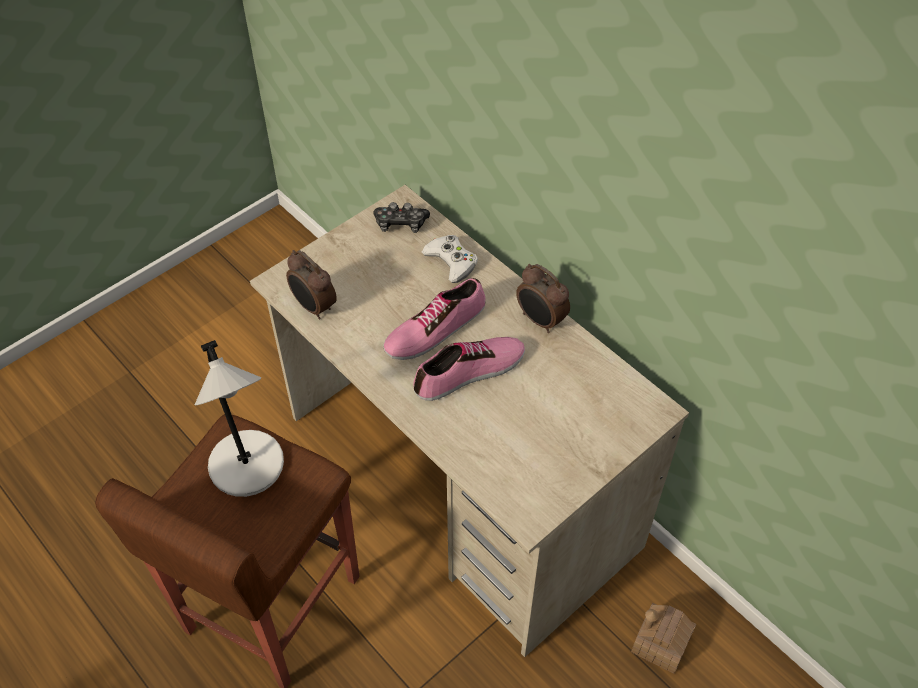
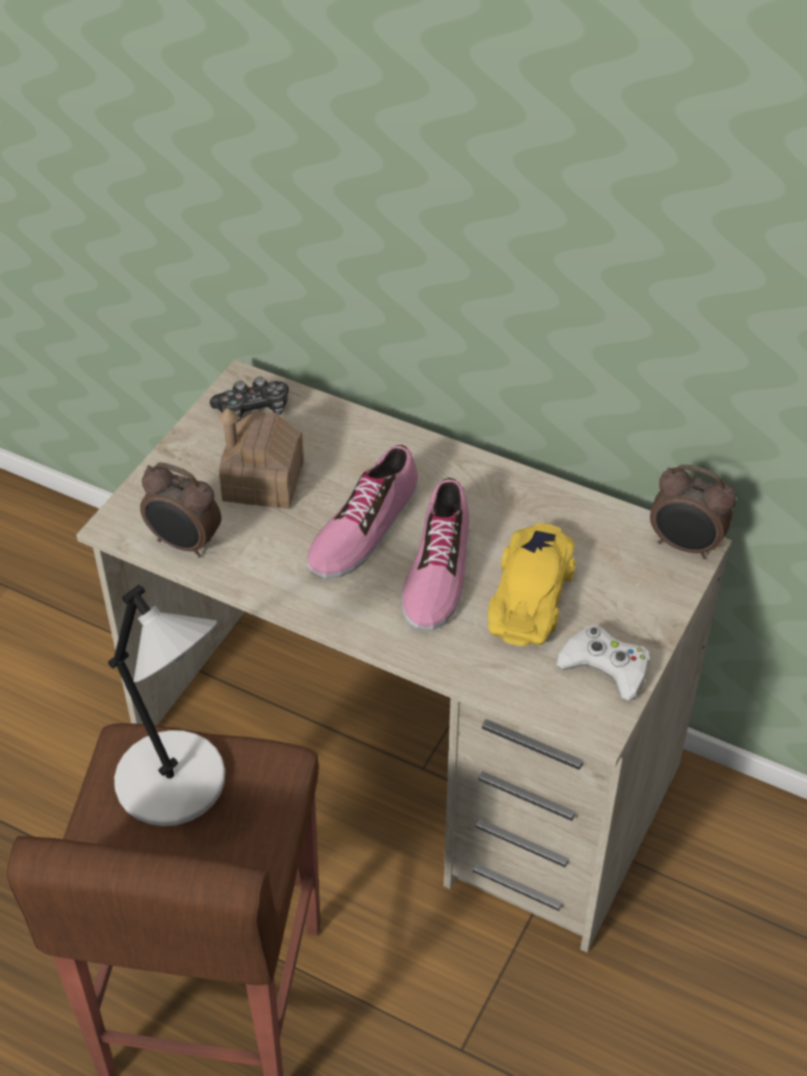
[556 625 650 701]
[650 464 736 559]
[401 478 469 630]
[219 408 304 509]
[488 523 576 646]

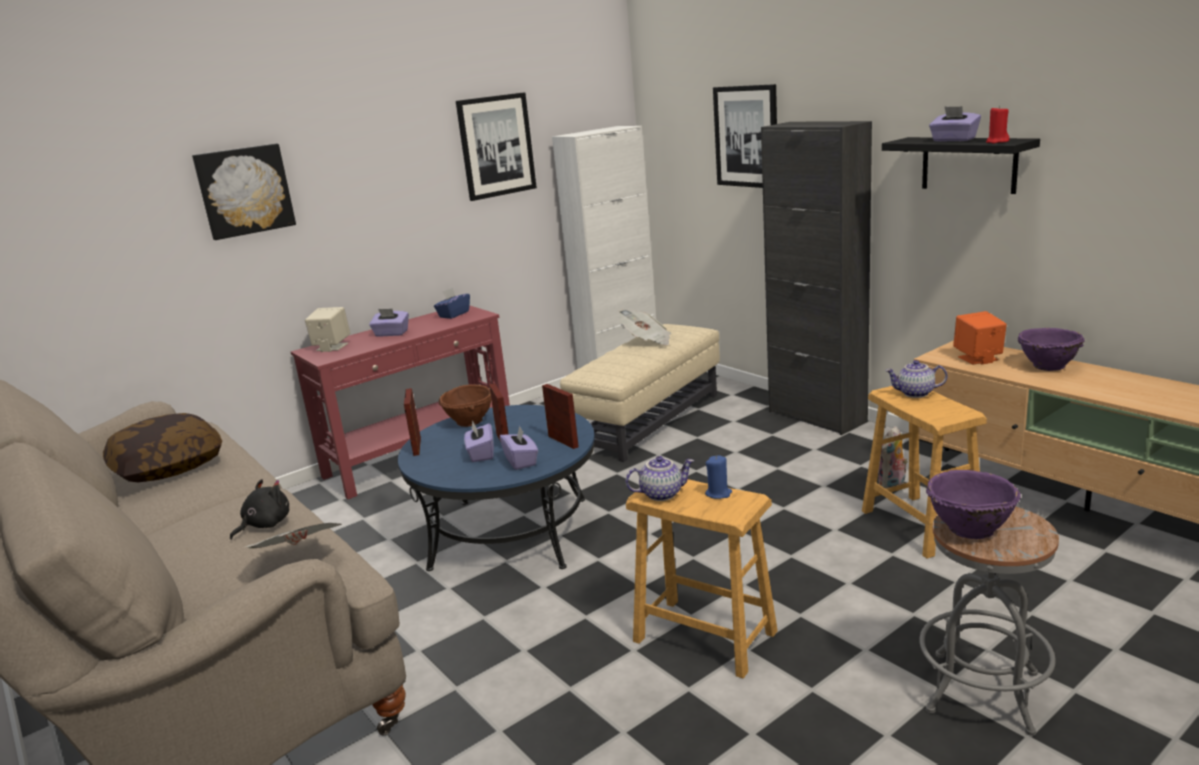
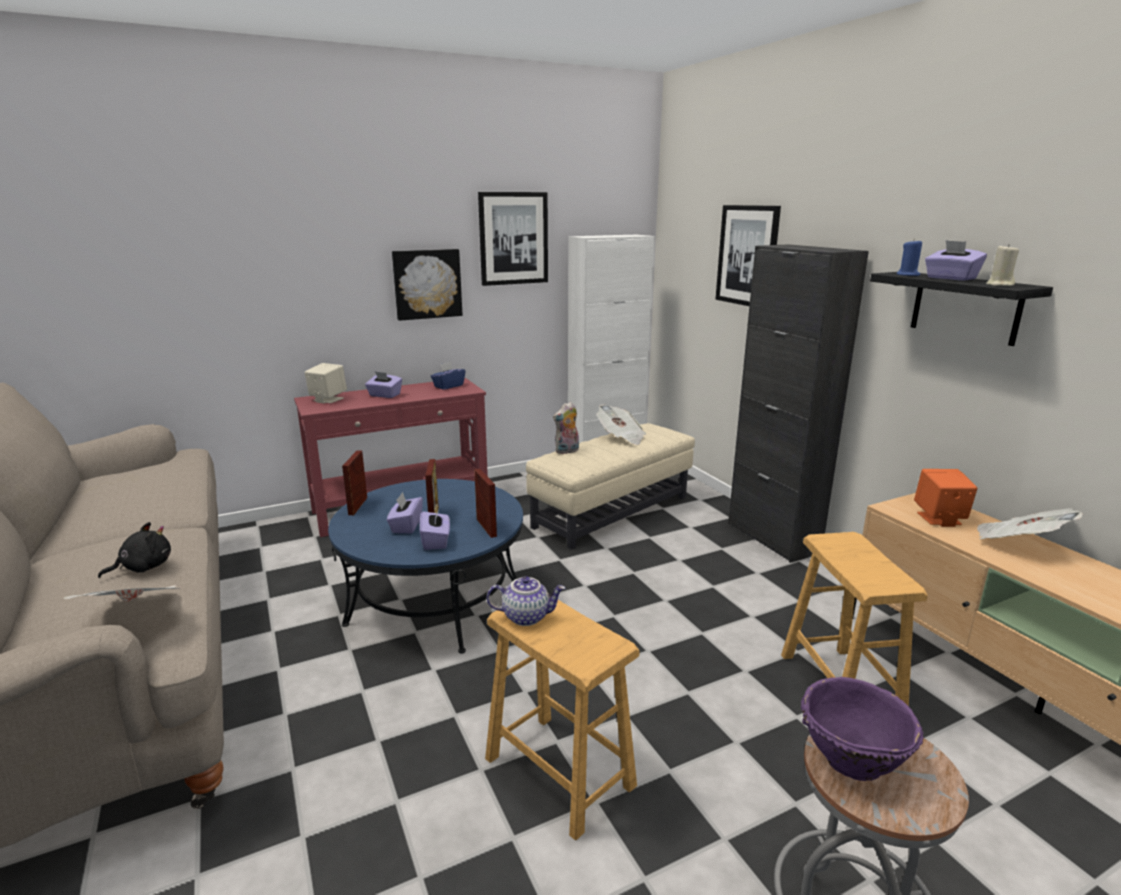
[986 245 1019 286]
[392 249 463 321]
[977 508 1083 539]
[885 360 947 398] (first image)
[439 385 491 427] (first image)
[103 413 222 482] (first image)
[553 402 579 454]
[896 239 922 276]

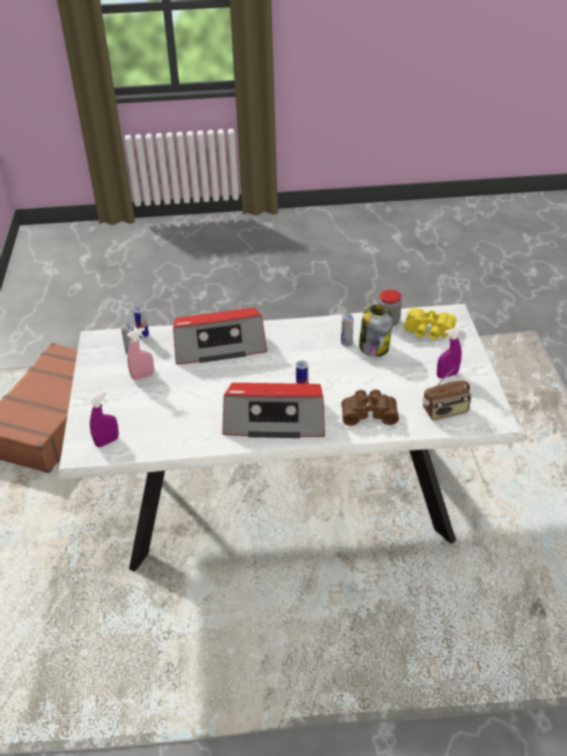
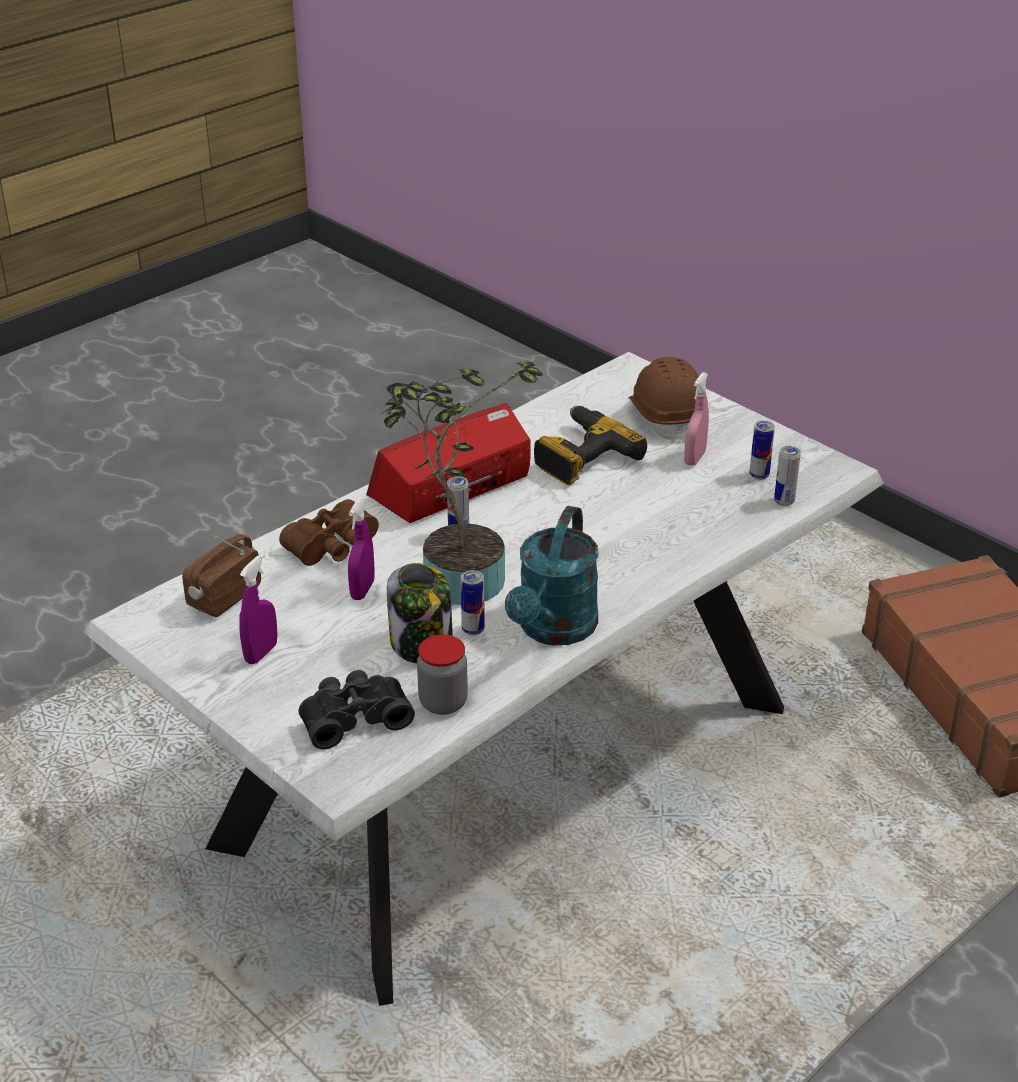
[173 308 267 365] (first image)
[299 670 415 749]
[348 498 375 600]
[628 357 708 443]
[381 362 543 605]
[534 406 647 485]
[505 506 599 645]

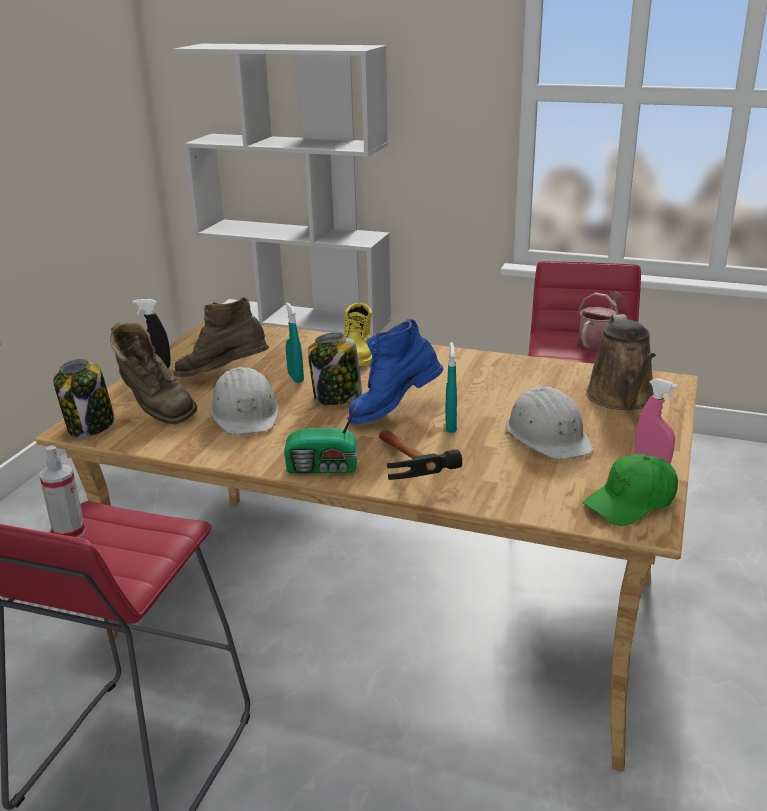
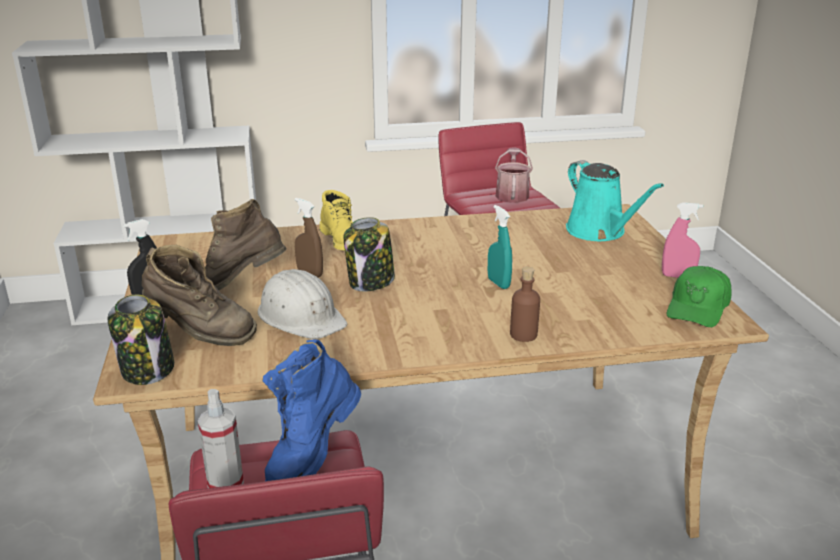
[295 198 323 277]
[566 160 664 241]
[262 339 361 481]
[506 386 594 460] (first image)
[284 399 360 474] (first image)
[510 267 540 342]

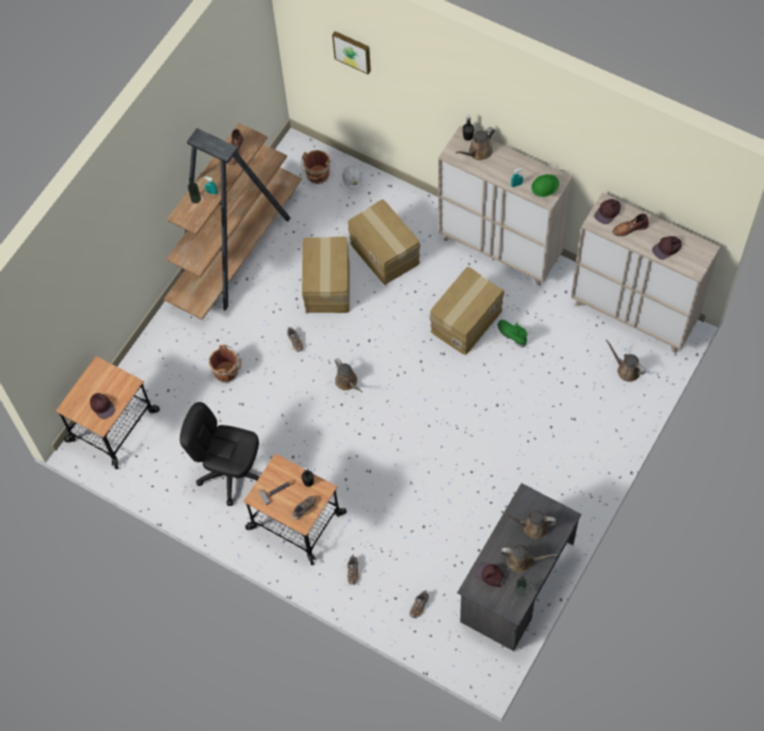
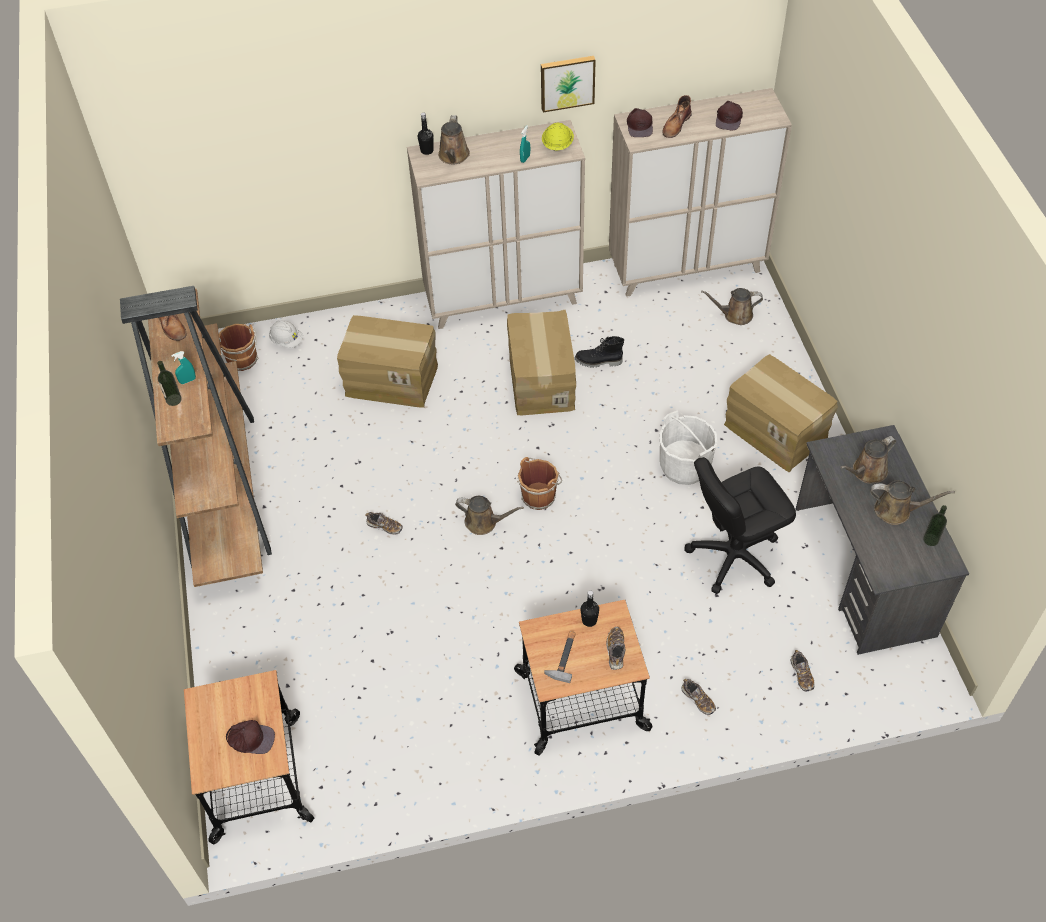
[541 56 596 112]
[542 123 574 150]
[724 354 838 473]
[575 336 624 368]
[517 457 562 510]
[684 457 796 594]
[870 481 955 525]
[475 562 505 587] (first image)
[660 410 717 485]

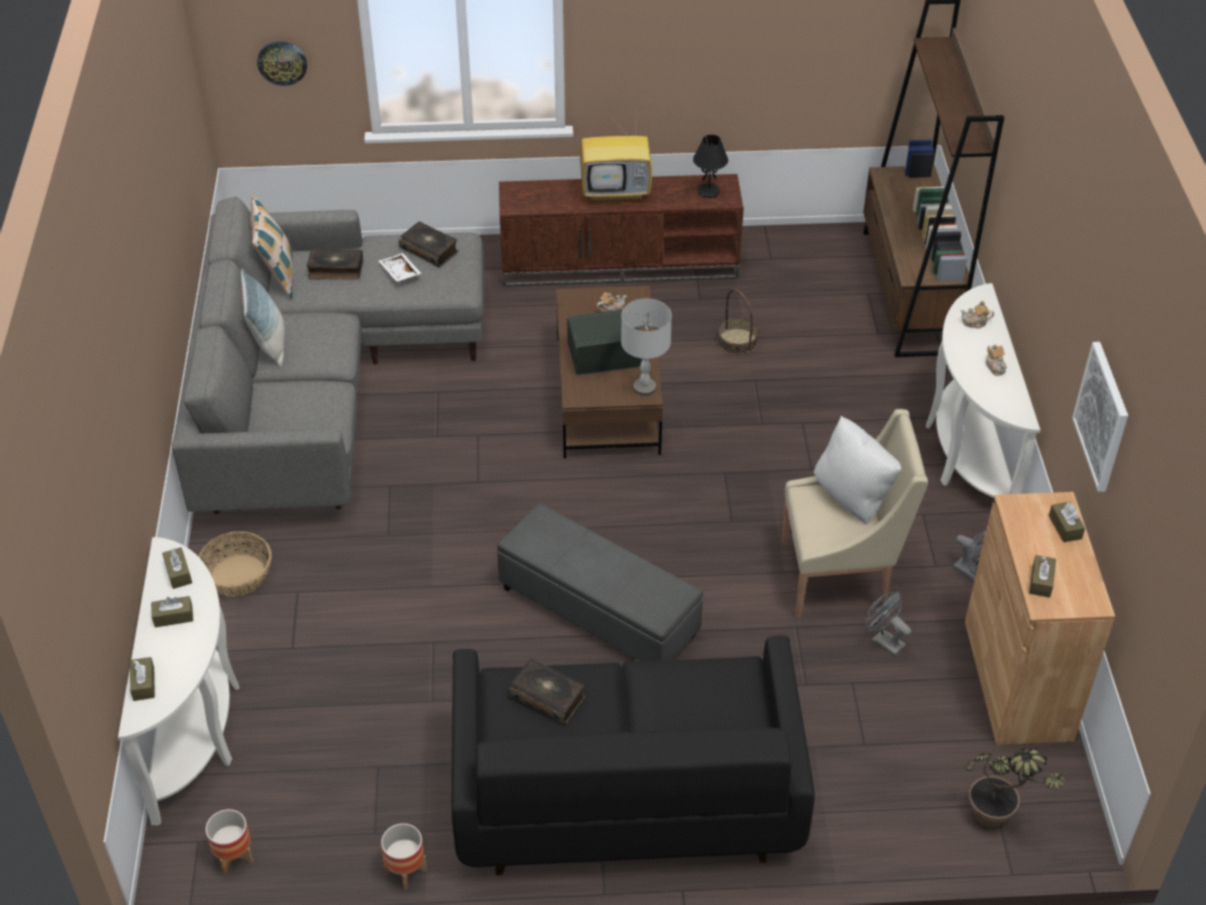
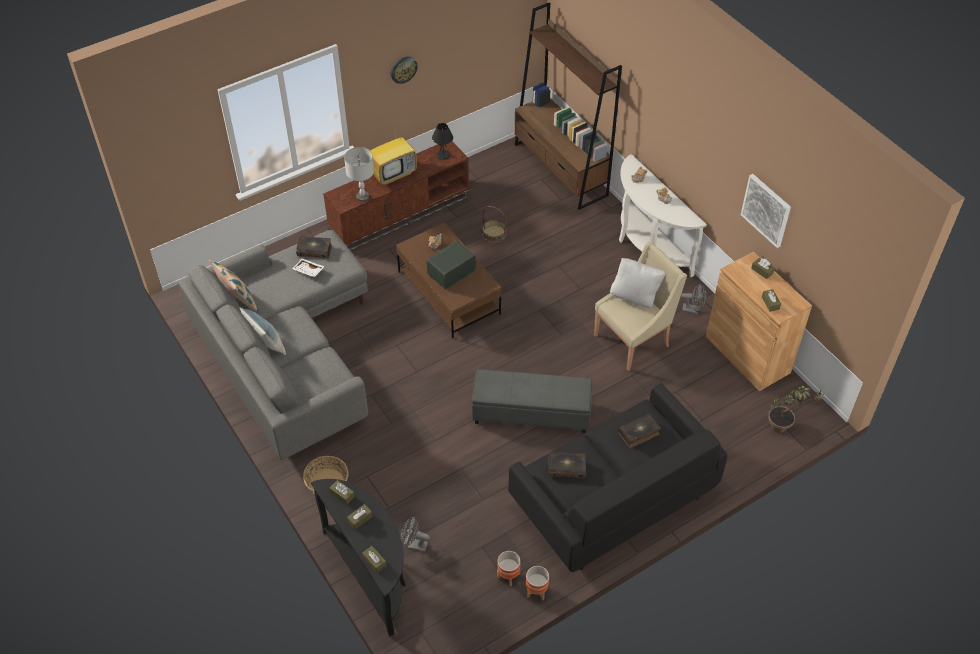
[391 57 418 84]
[618 414 661 448]
[344 147 374 202]
[311 479 406 637]
[401 516 430 552]
[497 551 520 587]

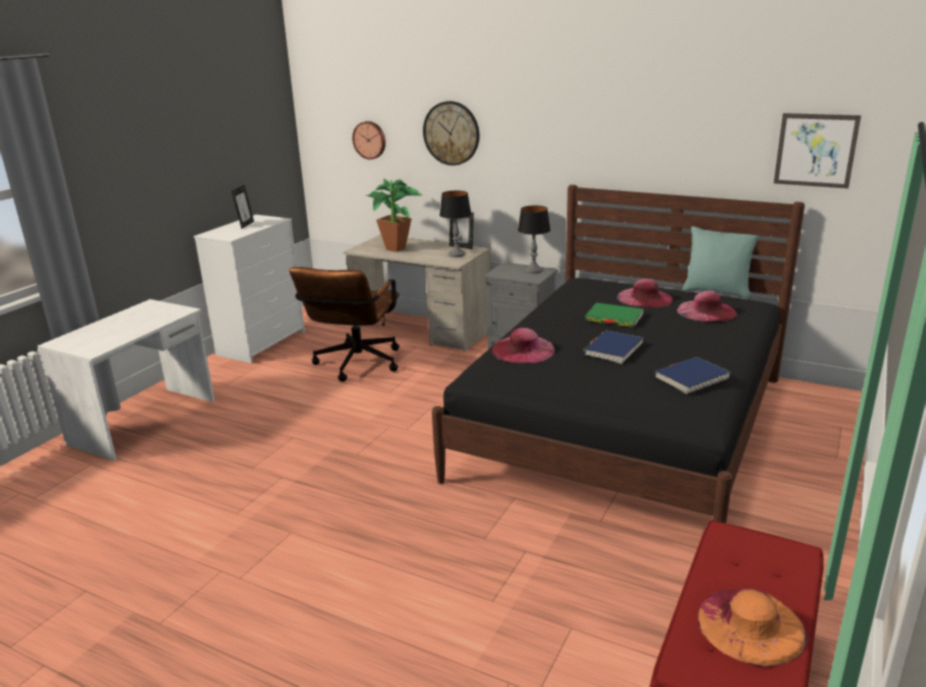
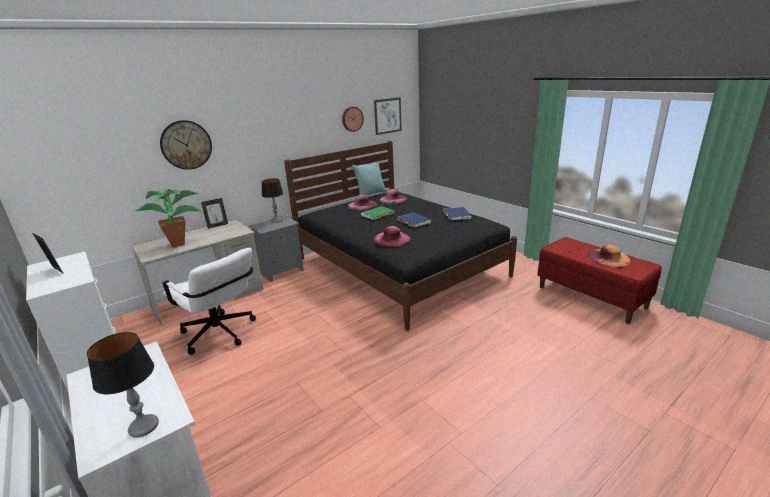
[342 107 364 132]
[87 332 159 438]
[163 248 256 355]

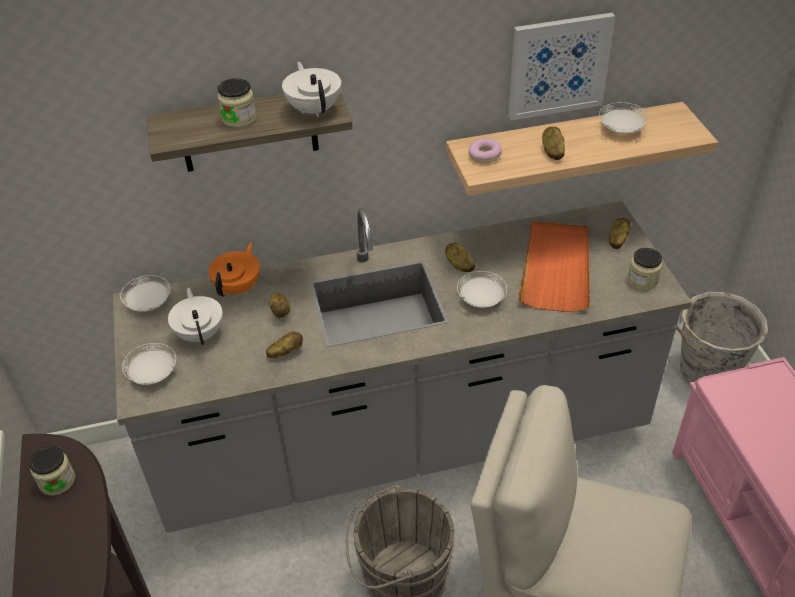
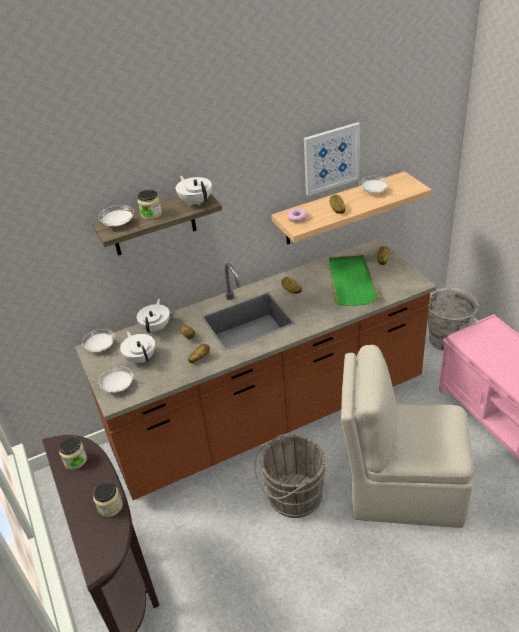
[75 239 437 500]
[329 255 379 306]
[137 299 170 333]
[93 481 123 517]
[98 205 134 226]

